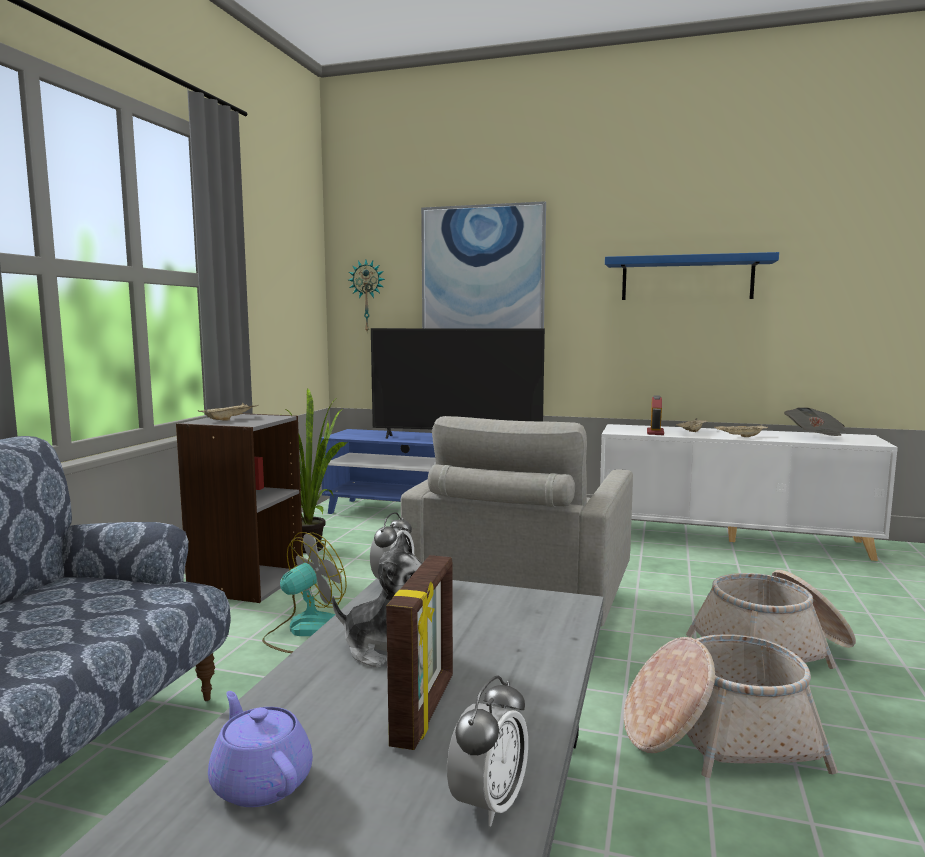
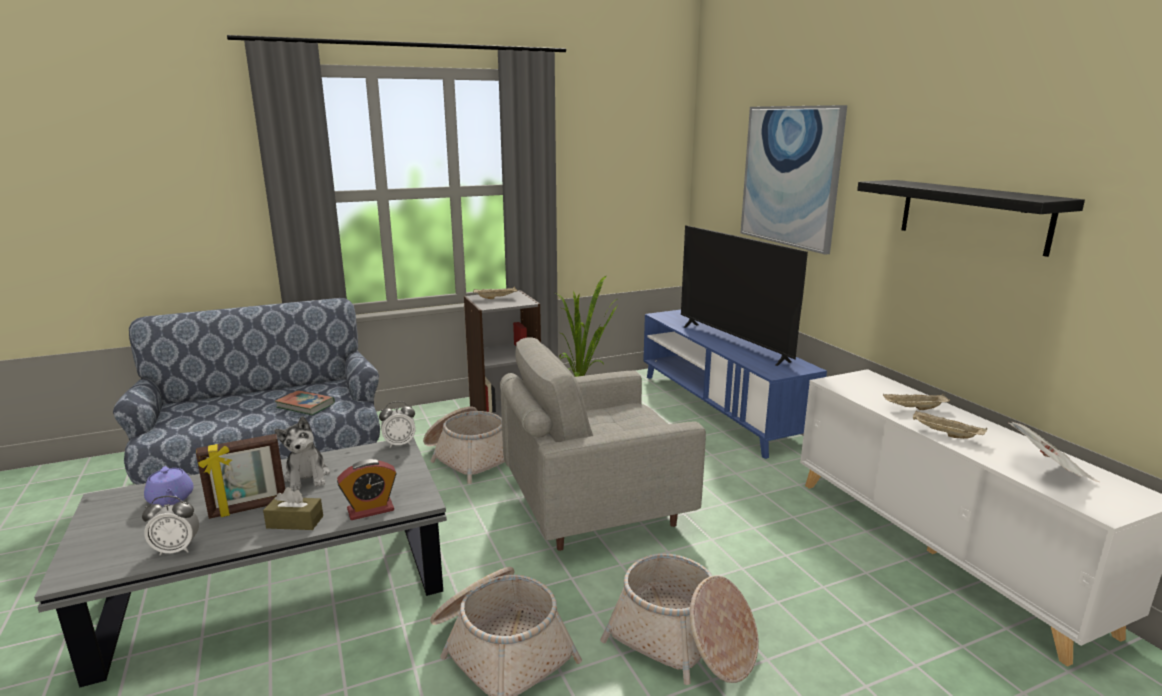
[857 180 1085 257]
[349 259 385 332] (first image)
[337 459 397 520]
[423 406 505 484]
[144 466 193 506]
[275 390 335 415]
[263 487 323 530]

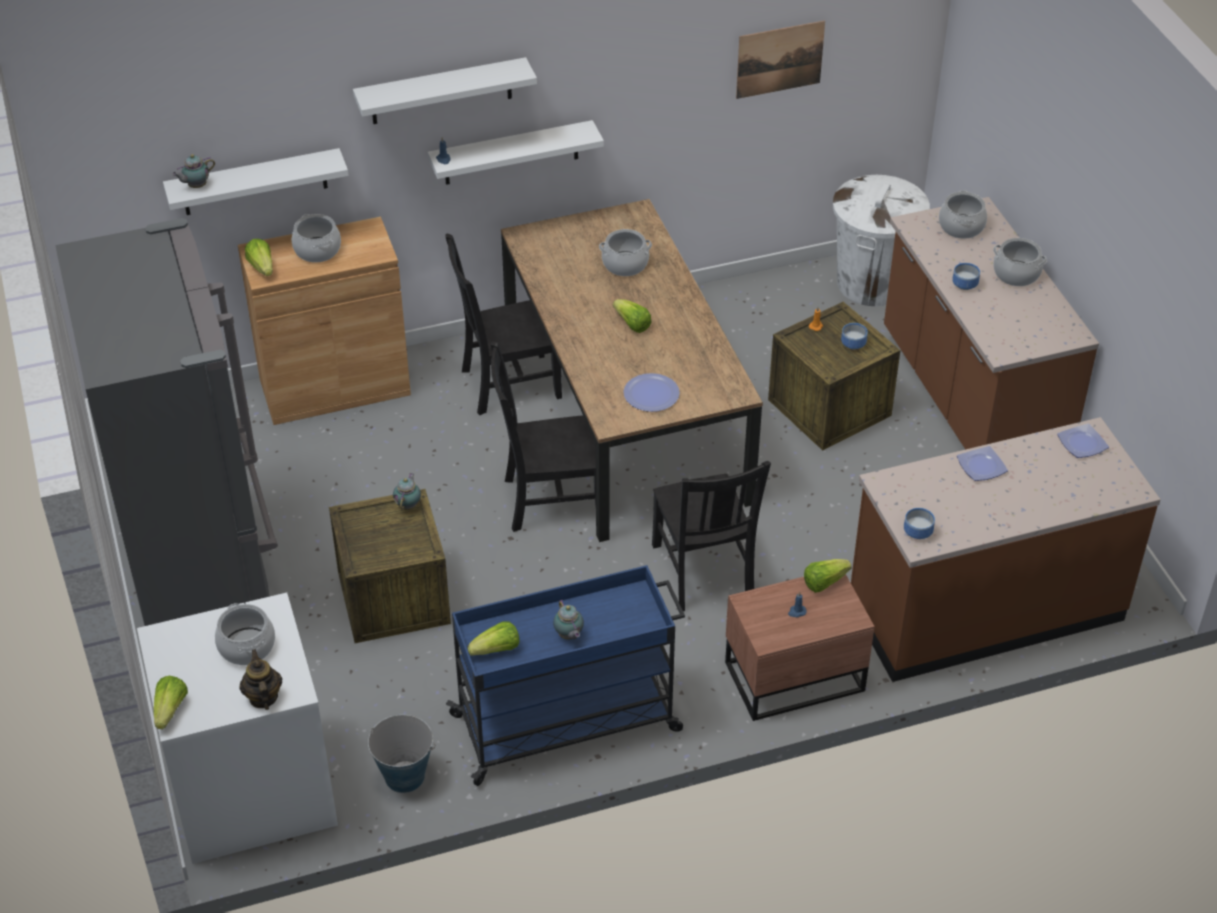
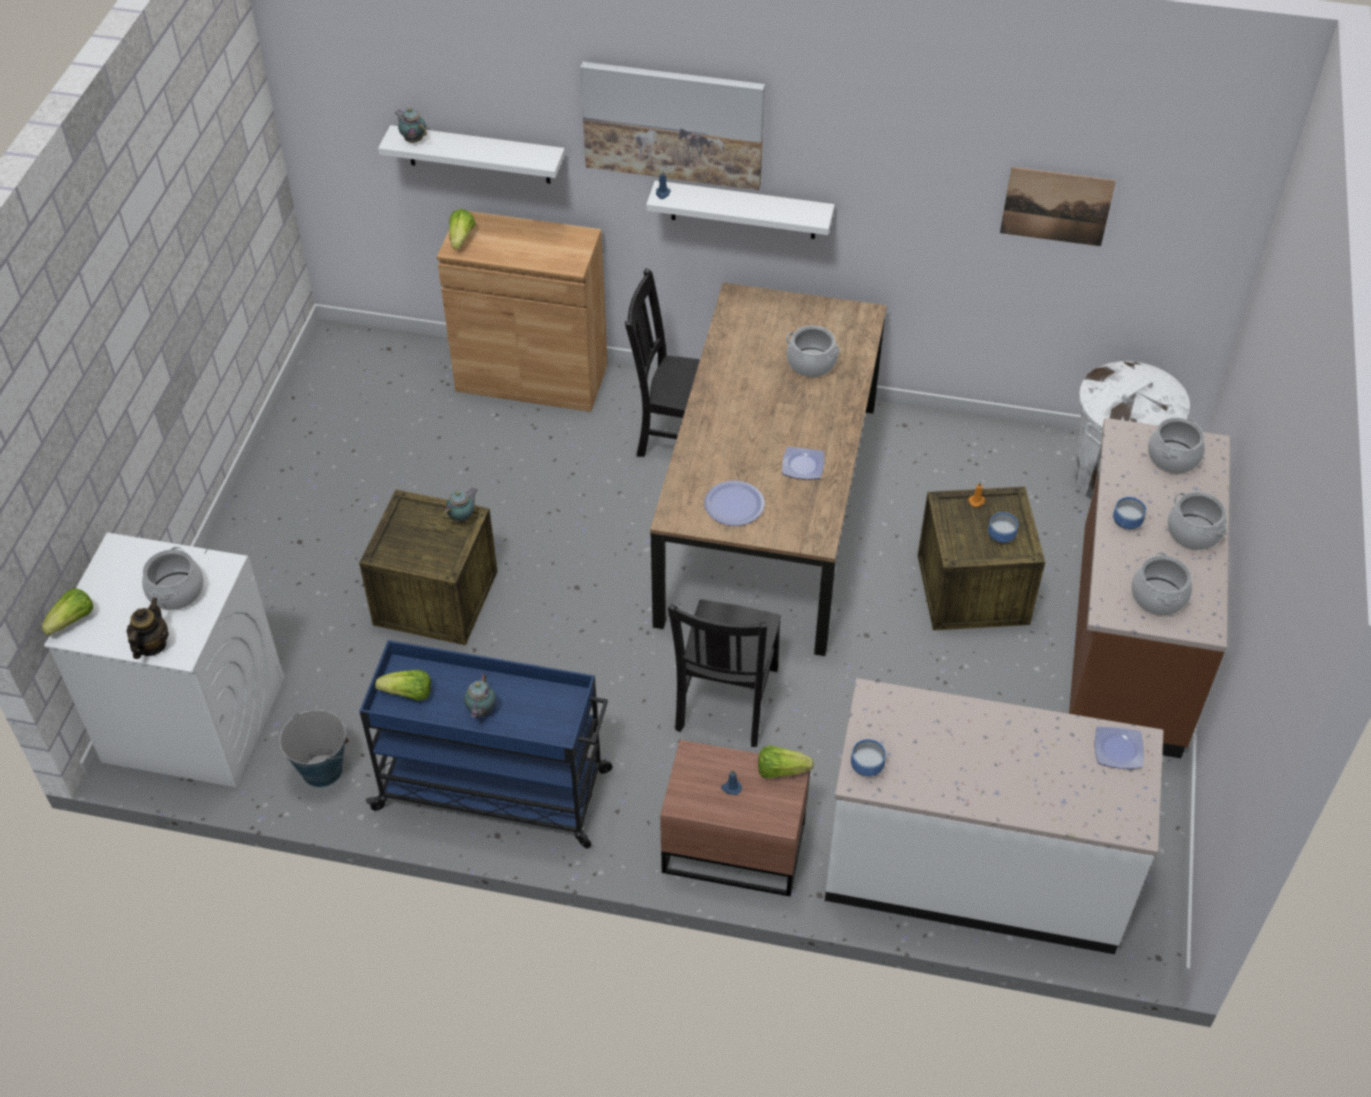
[580 62 765 190]
[395 108 427 143]
[1131 552 1192 615]
[55 218 278 626] (first image)
[613 299 651 333] (first image)
[491 341 596 532] (first image)
[825 678 1164 954]
[782 447 824 480]

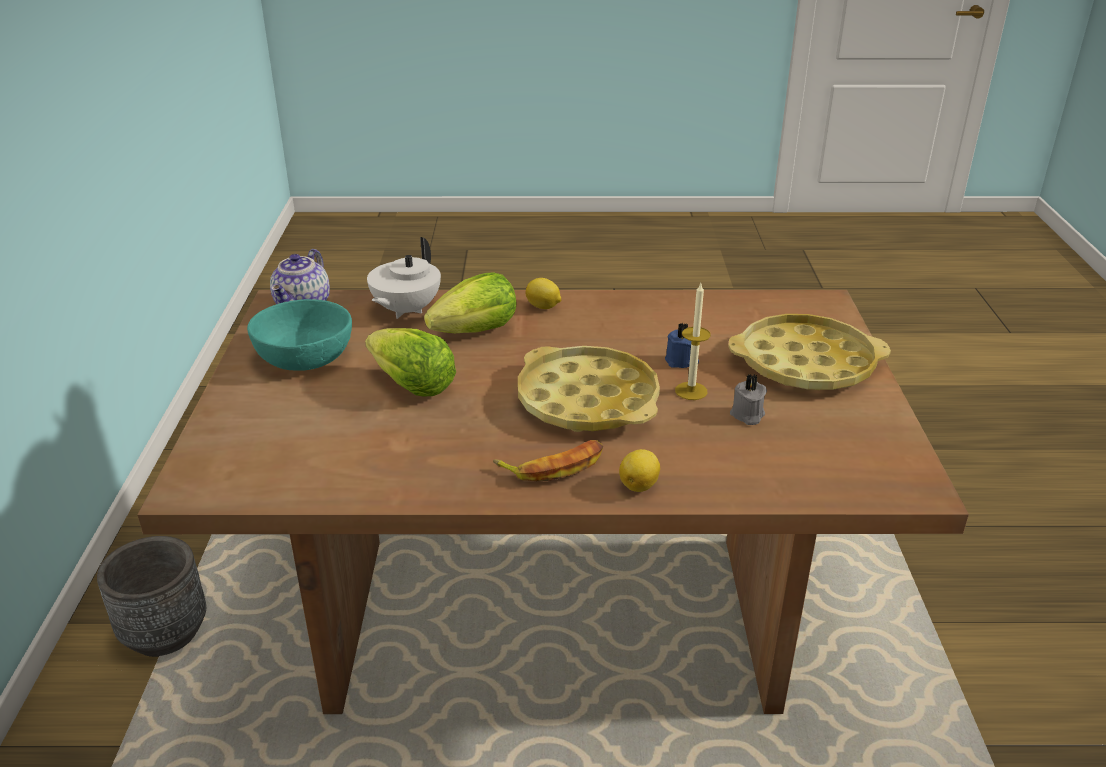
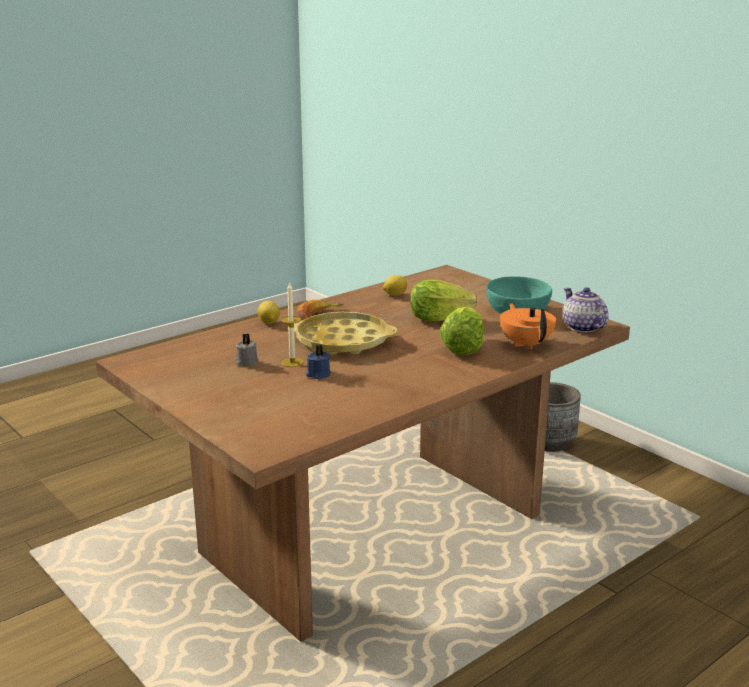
[500 303 556 350]
[383 275 407 296]
[729 314 891 390] (first image)

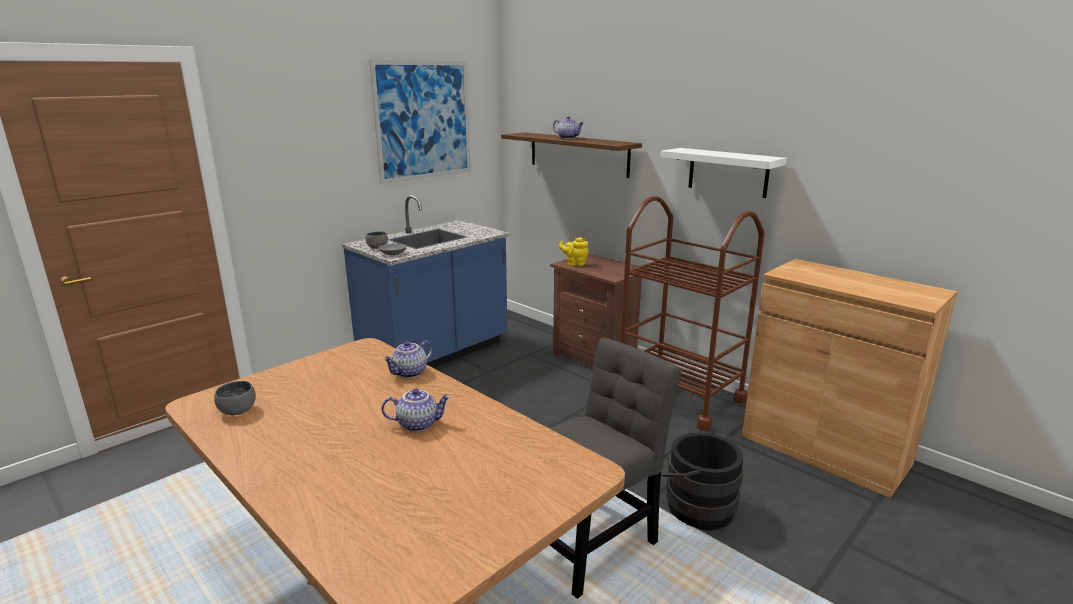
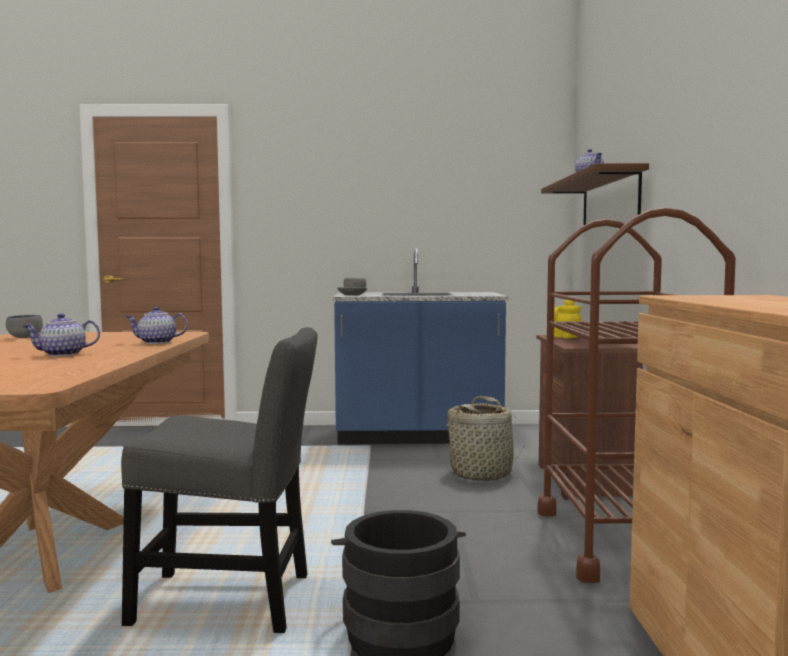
[369 60 471 184] (first image)
[660 148 787 198] (first image)
[23 313 100 356]
[444 396 525 481]

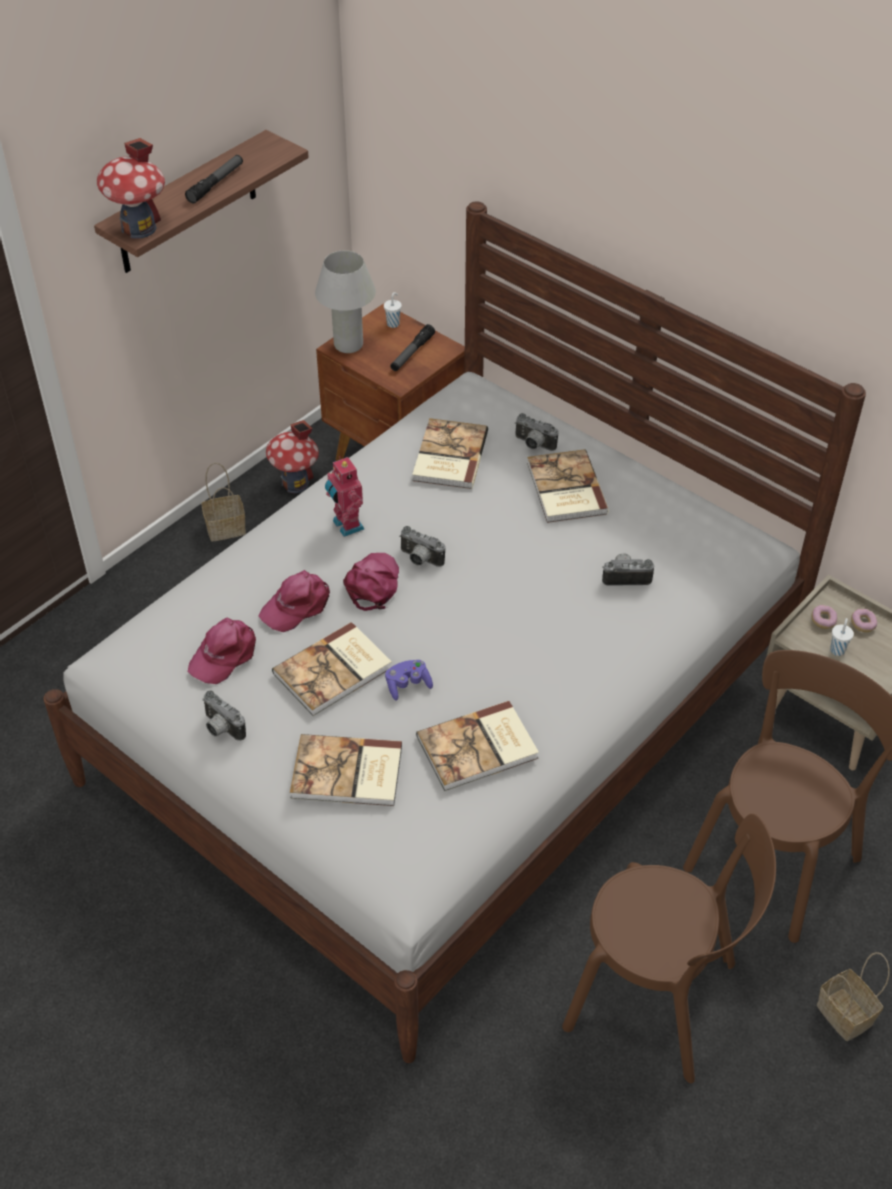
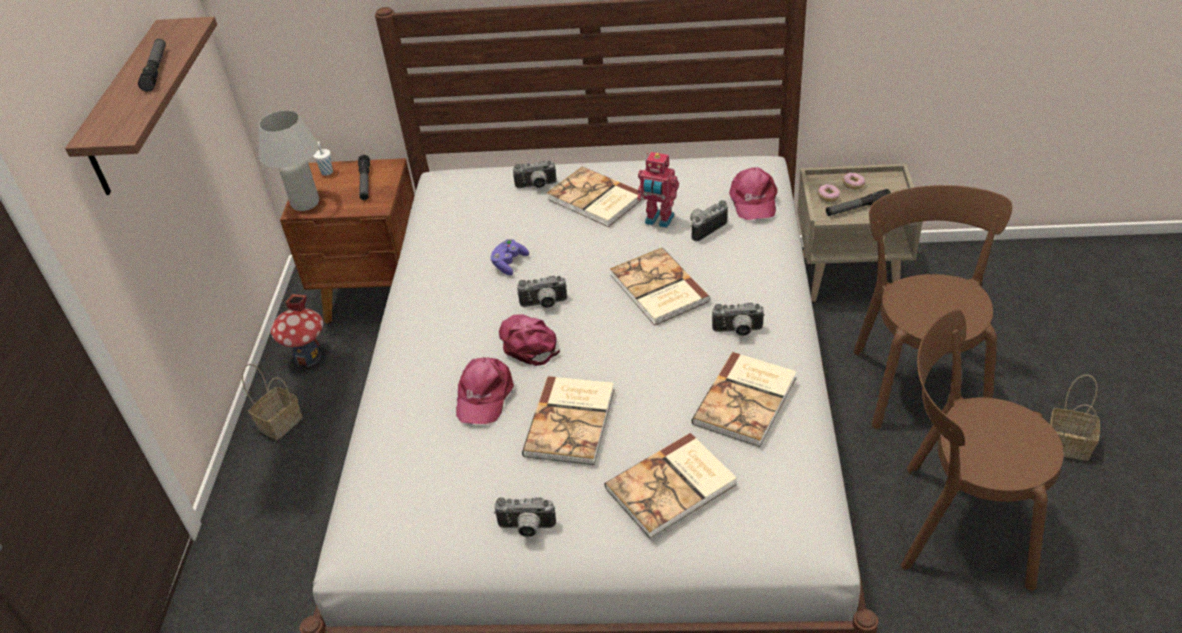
[97 138 165 239] (first image)
[610 248 710 326]
[637 152 679 228]
[729 167 778 220]
[826 189 891 216]
[490 239 529 275]
[901 309 1064 591]
[712 303 765 336]

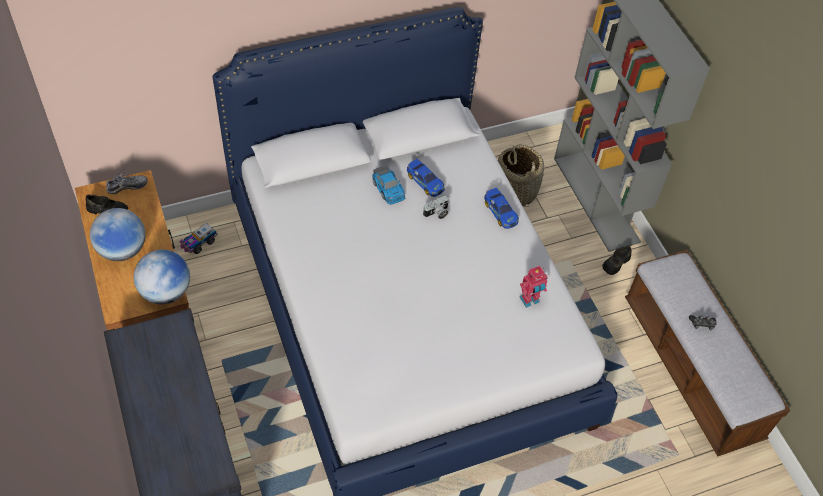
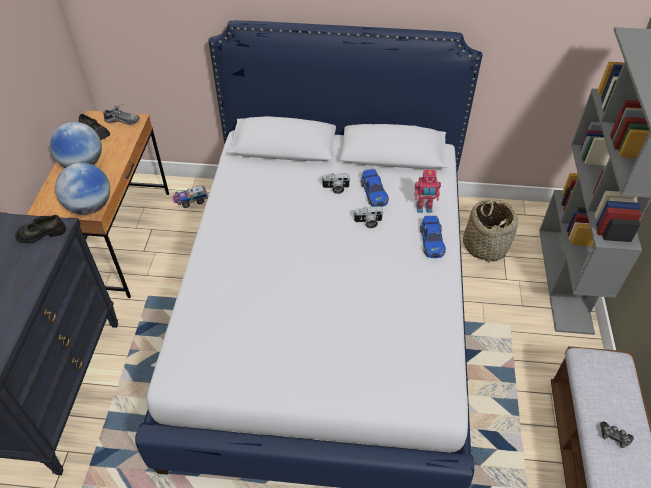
[322 173 350 194]
[15 215 66 243]
[415 170 441 213]

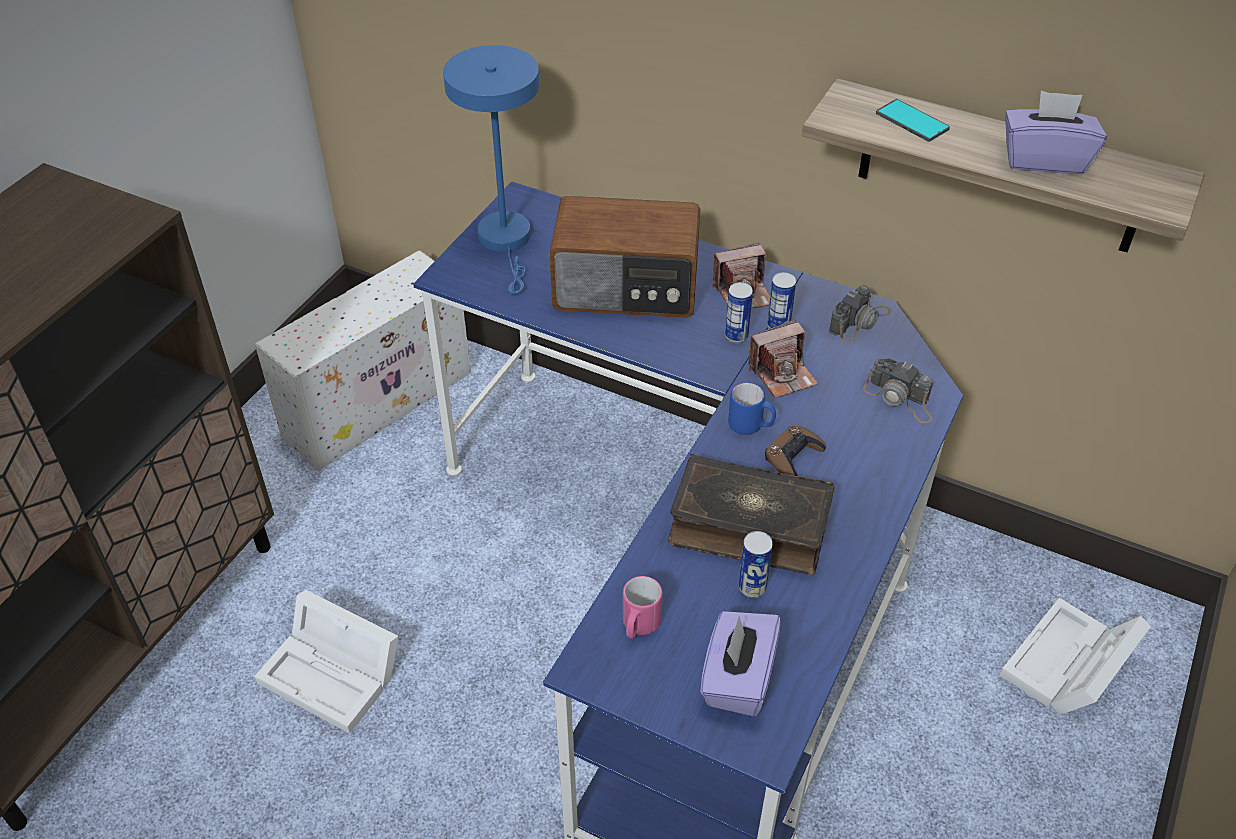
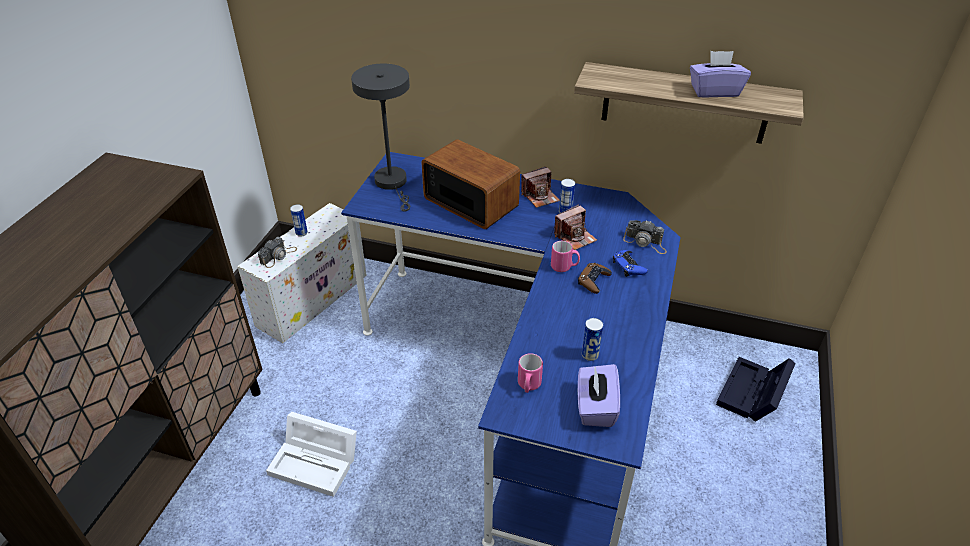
[351 64 410 212]
[876 99 950 142] (first image)
[421 140 520 229]
[290 204 308 237]
[258 237 297 268]
[551 241 580 272]
[668 453 835 575] (first image)
[716 357 796 422]
[613 250 648 277]

